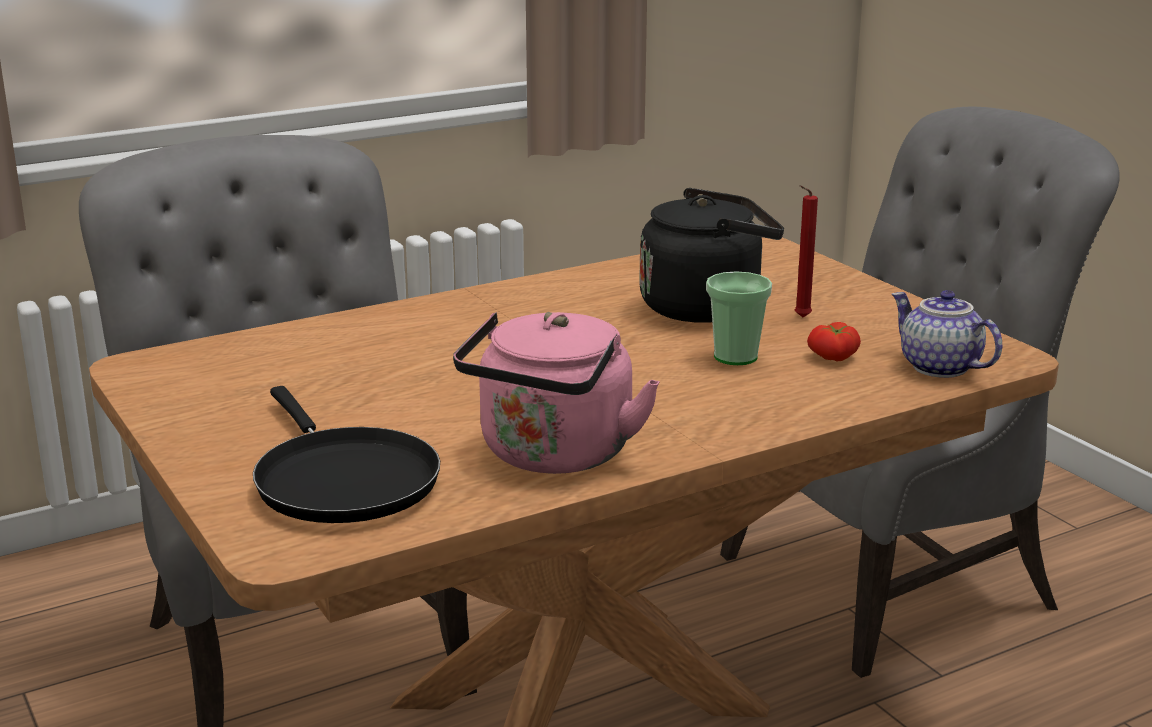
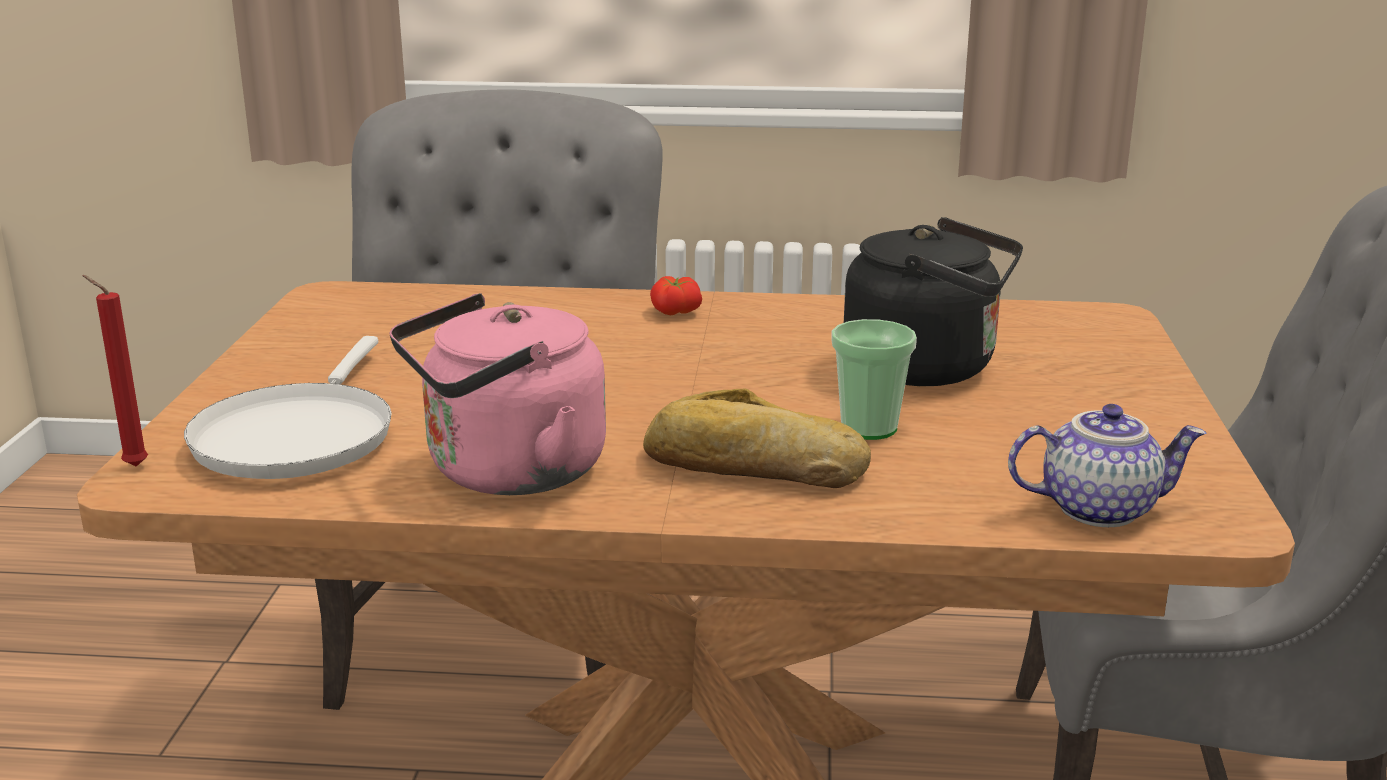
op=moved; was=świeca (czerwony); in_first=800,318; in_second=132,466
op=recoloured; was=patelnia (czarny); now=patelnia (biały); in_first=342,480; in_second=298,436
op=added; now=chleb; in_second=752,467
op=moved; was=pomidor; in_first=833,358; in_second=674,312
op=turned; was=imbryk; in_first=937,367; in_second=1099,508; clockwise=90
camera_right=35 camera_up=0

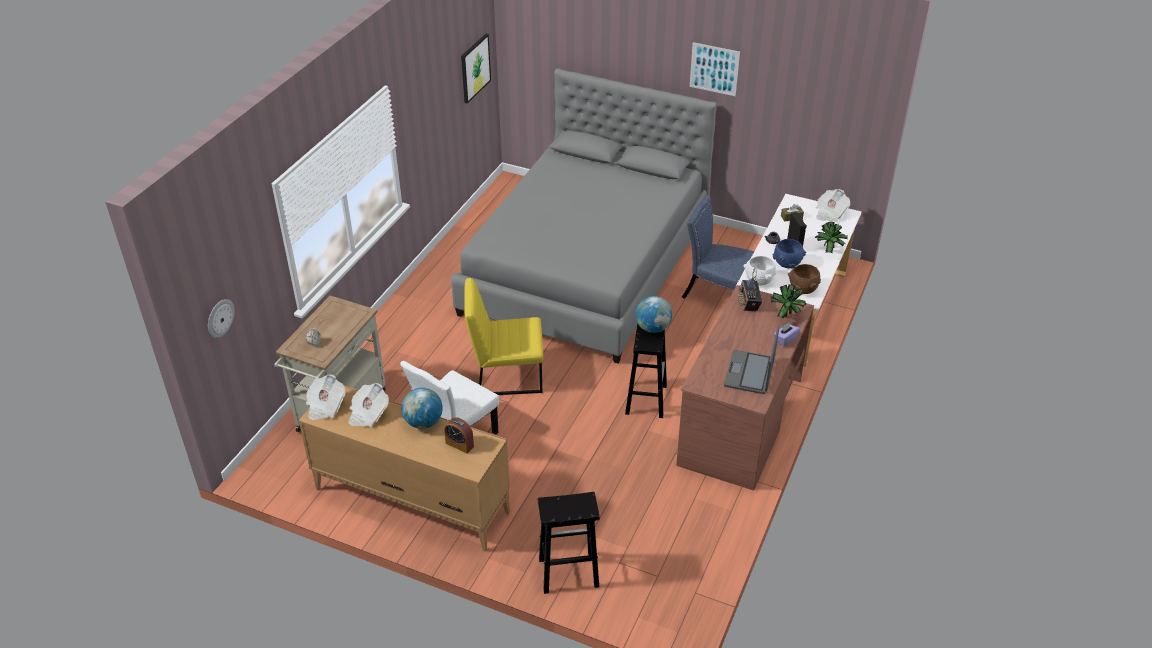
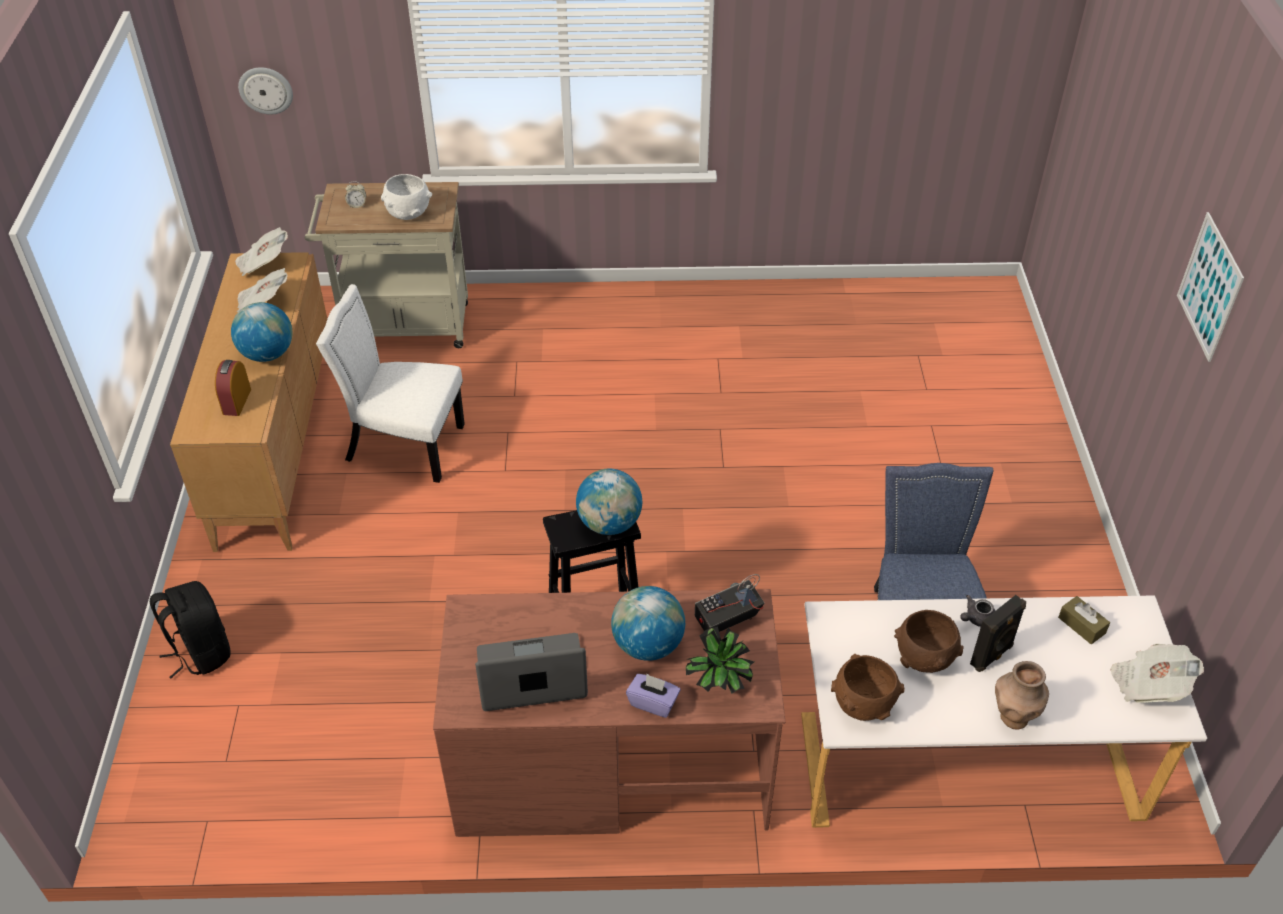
op=replaced; was=stołek (czarny); now=plecak (czarny); in_first=567,573; in_second=201,652
op=moved; was=miska (biały); in_first=759,281; in_second=408,214
op=added; now=globus; in_second=648,645
op=recoloured; was=miska (niebieski); now=miska (brązowy); in_first=787,264; in_second=925,658
op=replaced; was=roślina doniczkowa; now=wazon (brązowy); in_first=829,252; in_second=1014,717
op=removed; was=łóżko (szary); in_first=587,267
op=removed; was=obraz; in_first=475,68
op=removed; was=krzesło (żółty); in_first=506,375
camera_right=65 camera_up=5

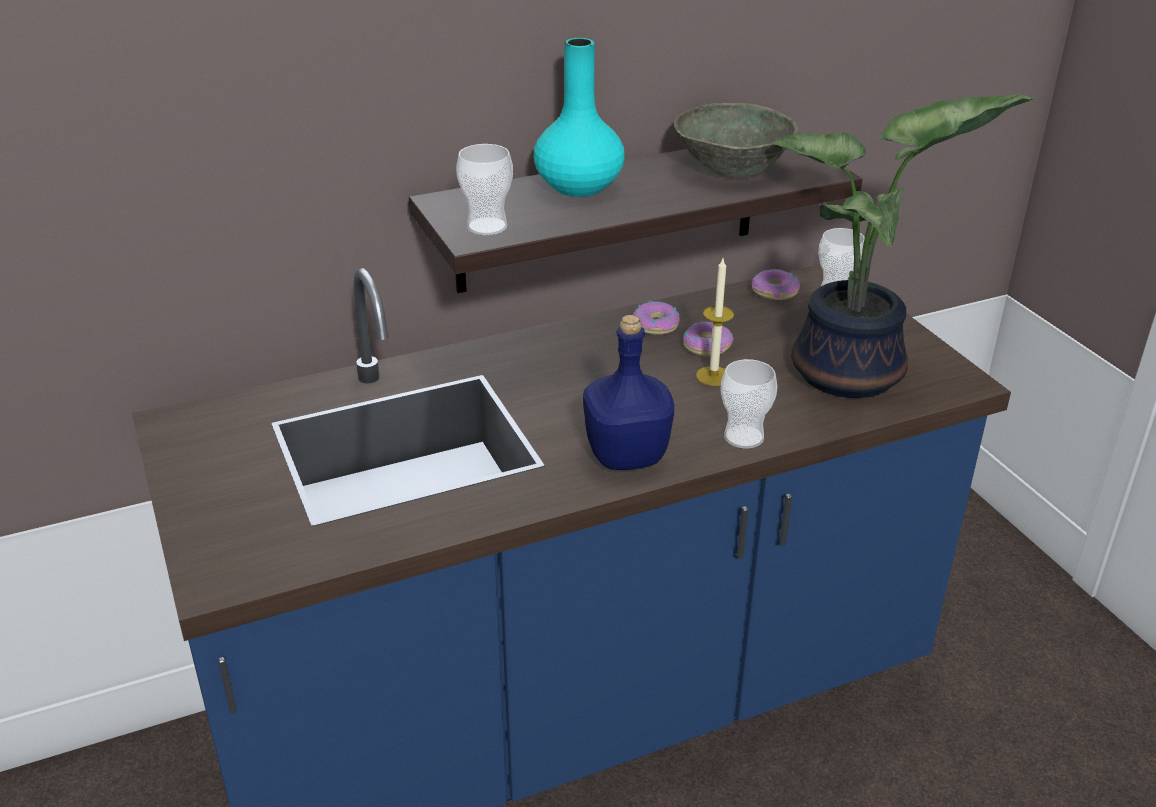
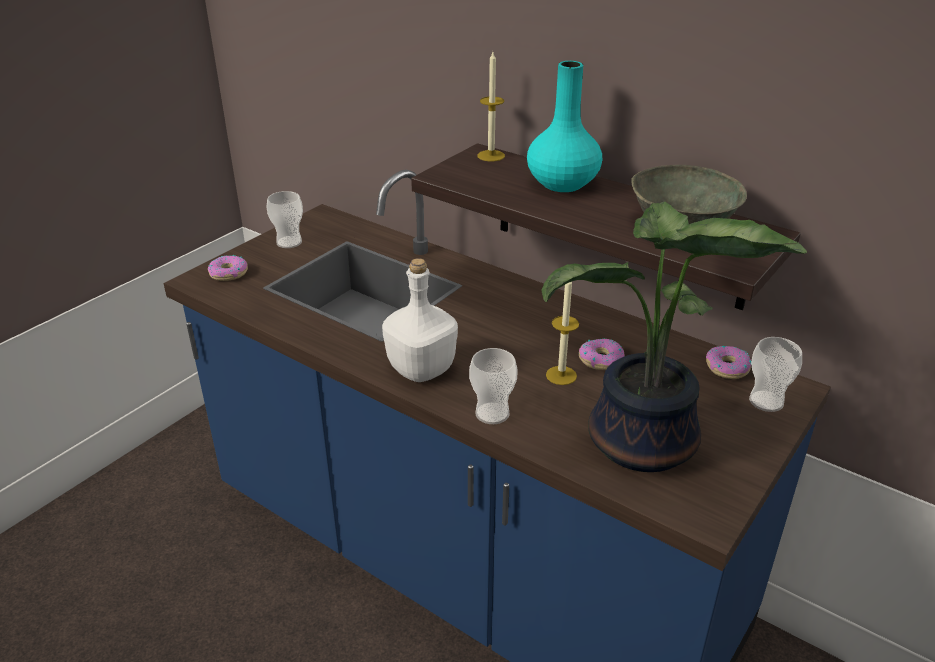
op=moved; was=donut; in_first=656,325; in_second=228,273
op=moved; was=filiżanka; in_first=487,226; in_second=289,242
op=recoloured; was=butelka (niebieski); now=butelka (biały); in_first=628,455; in_second=422,369
op=added; now=świeca; in_second=491,156
camera_right=60 camera_up=0

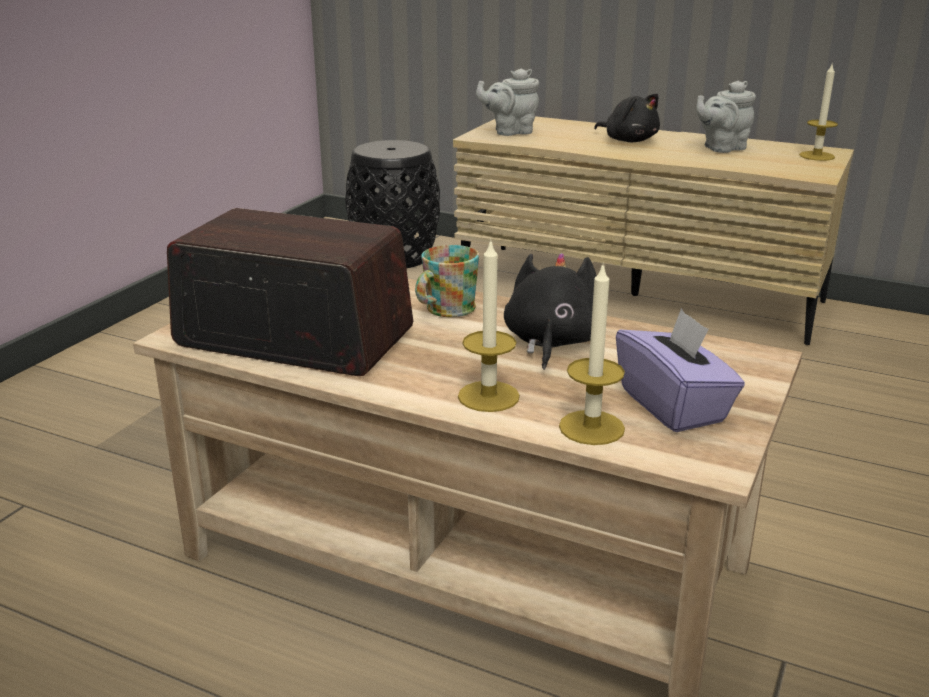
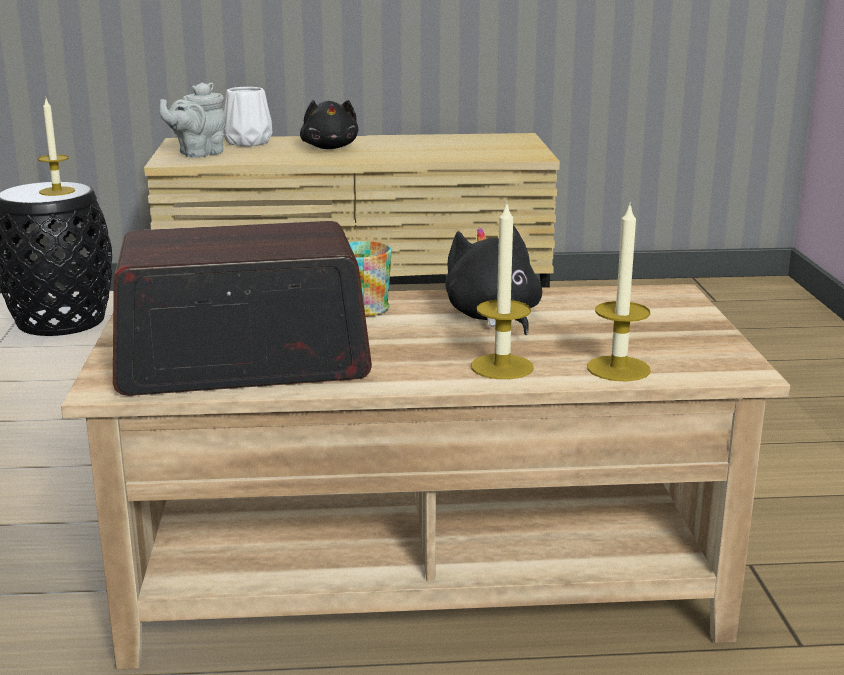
op=moved; was=świeca; in_first=816,156; in_second=57,191
op=added; now=wazon (biały); in_second=247,143
op=turned; was=pluszak (czarny); in_first=629,140; in_second=330,148; clockwise=60
op=removed; was=pudełko chusteczek (fioletowy); in_first=673,406
op=removed; was=imbryk (szary); in_first=722,148
camera_right=-30 camera_up=-5

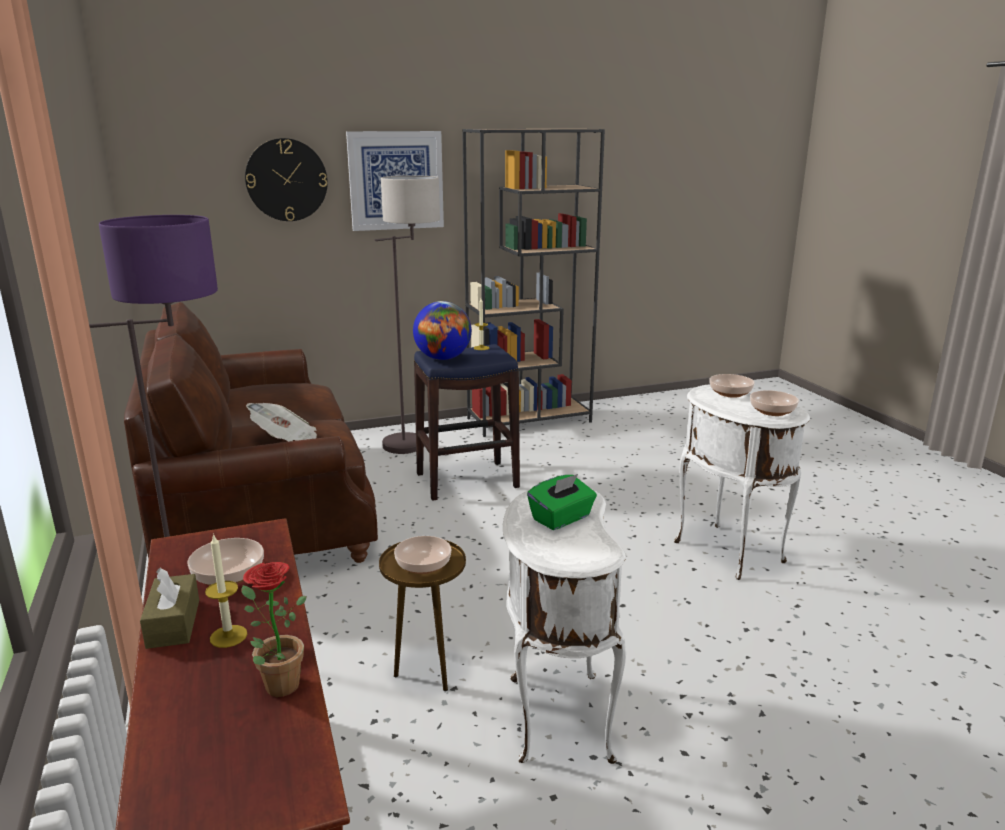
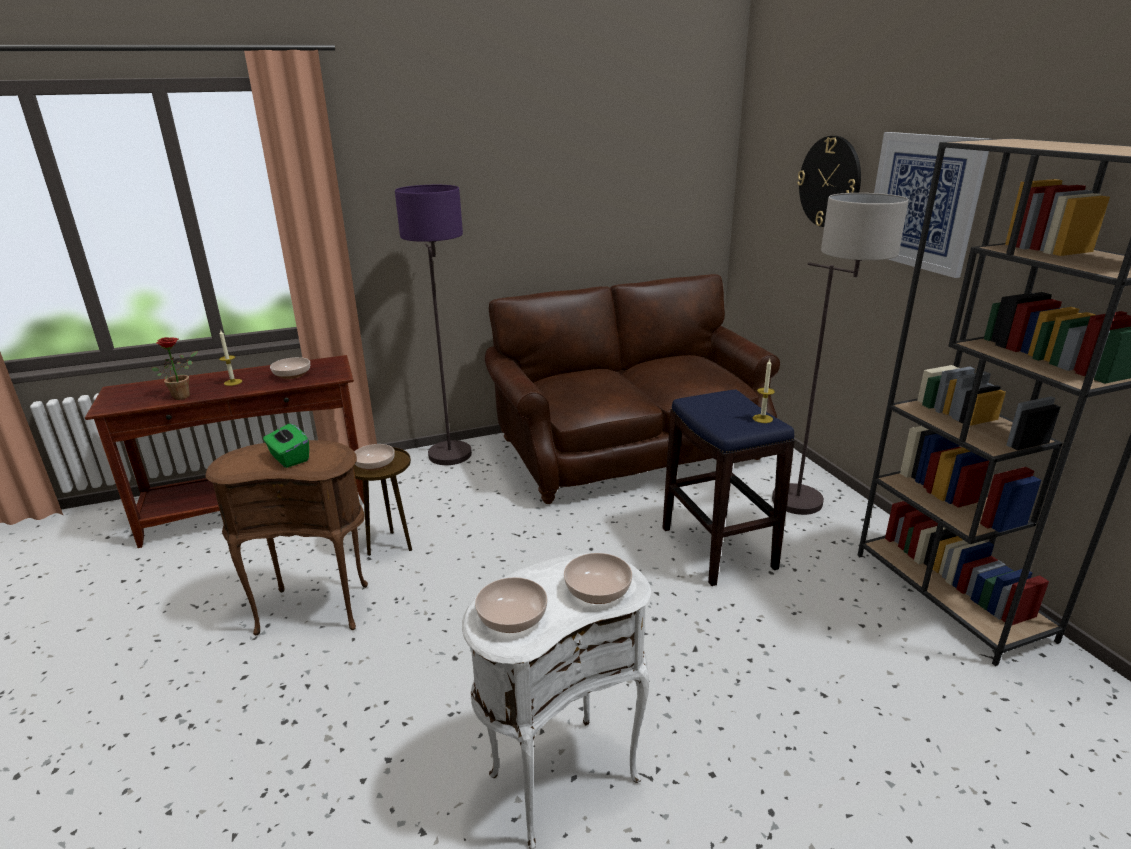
op=recoloured; was=stolik (biały); now=stolik (brązowy); in_first=554,718; in_second=316,607
op=removed; was=pudełko chusteczek (brązowy); in_first=173,623
op=removed; was=gazeta; in_first=287,441
op=removed; was=globus; in_first=443,358
camera_right=90 camera_up=5

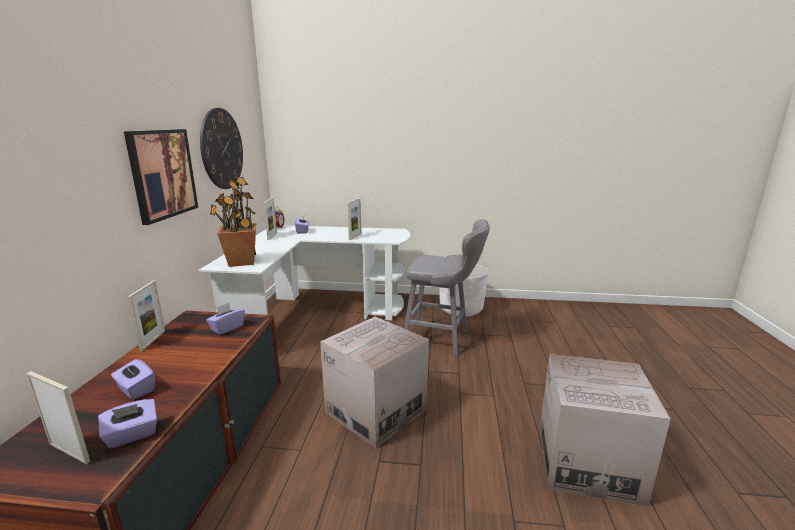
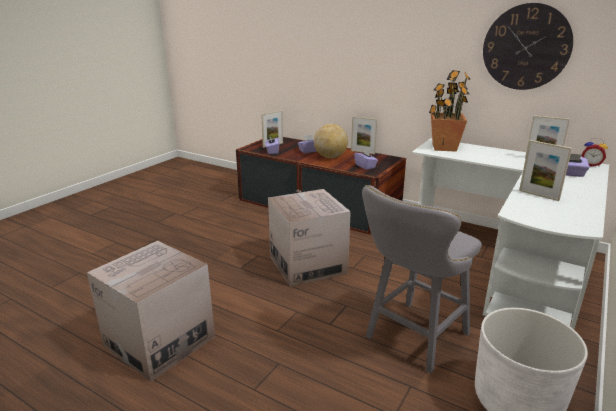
op=added; now=globus; in_second=330,157
op=removed; was=obraz; in_first=162,174
camera_right=115 camera_up=5

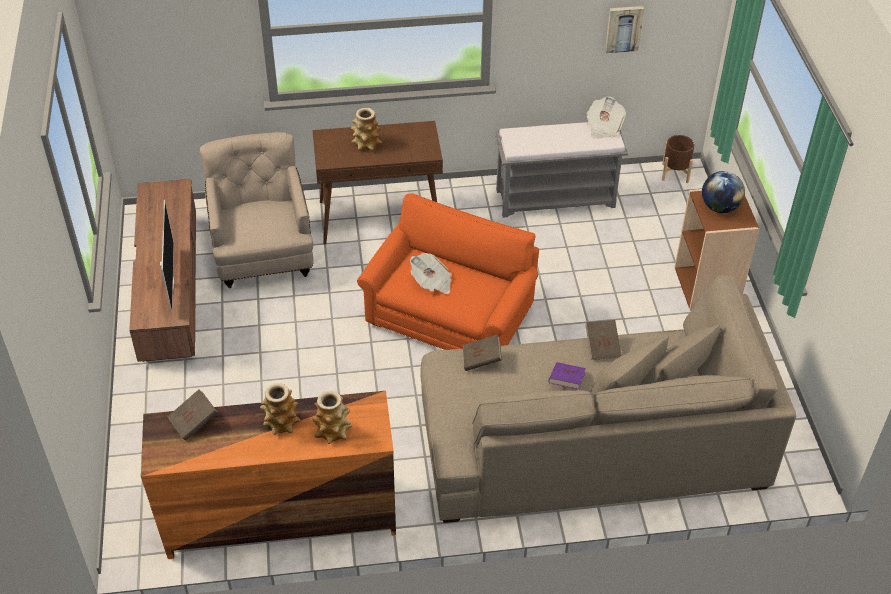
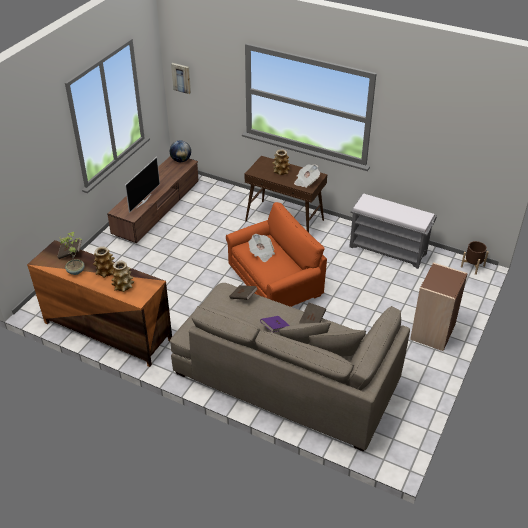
op=added; now=roślina doniczkowa; in_second=76,271
op=moved; was=globus; in_first=719,207; in_second=181,160
op=moved; was=obraz; in_first=623,28; in_second=181,78
op=moved; was=gazeta; in_first=603,127; in_second=306,181
op=removed; was=fotel (beżowy); in_first=262,251
camera_right=35 camera_up=-5

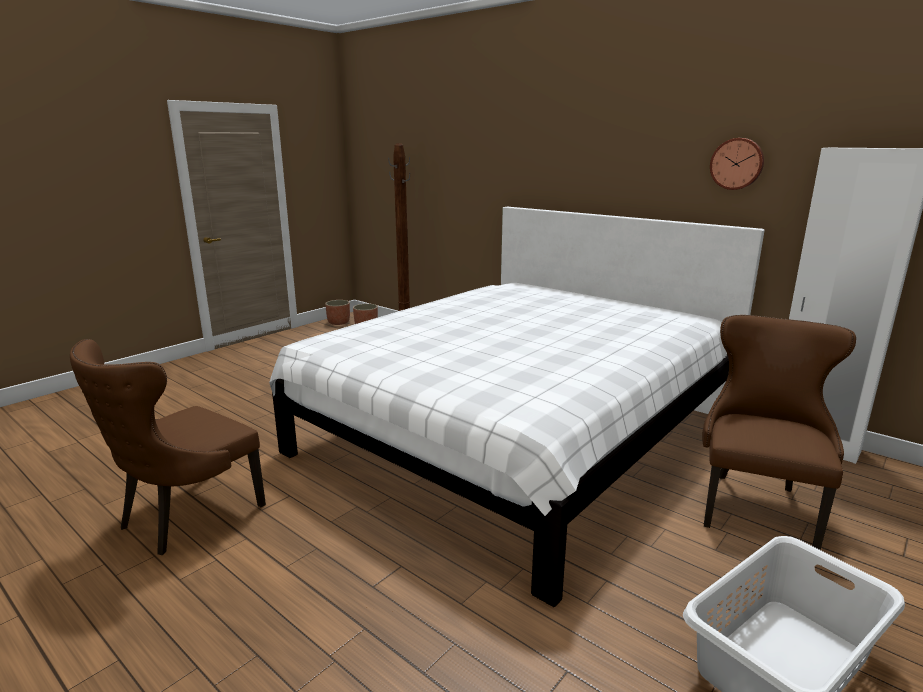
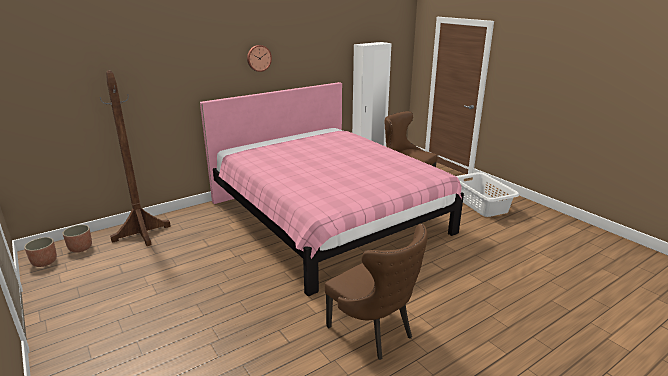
op=recoloured; was=łóżko (biały); now=łóżko (różowy); in_first=516,434; in_second=327,217
op=moved; was=zegar ścienny; in_first=737,164; in_second=258,58
camera_right=-75 camera_up=5

